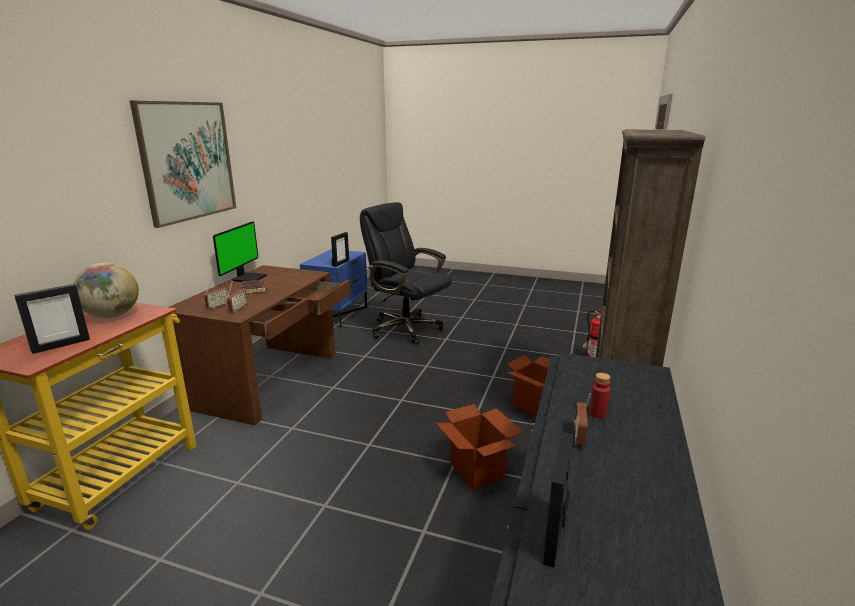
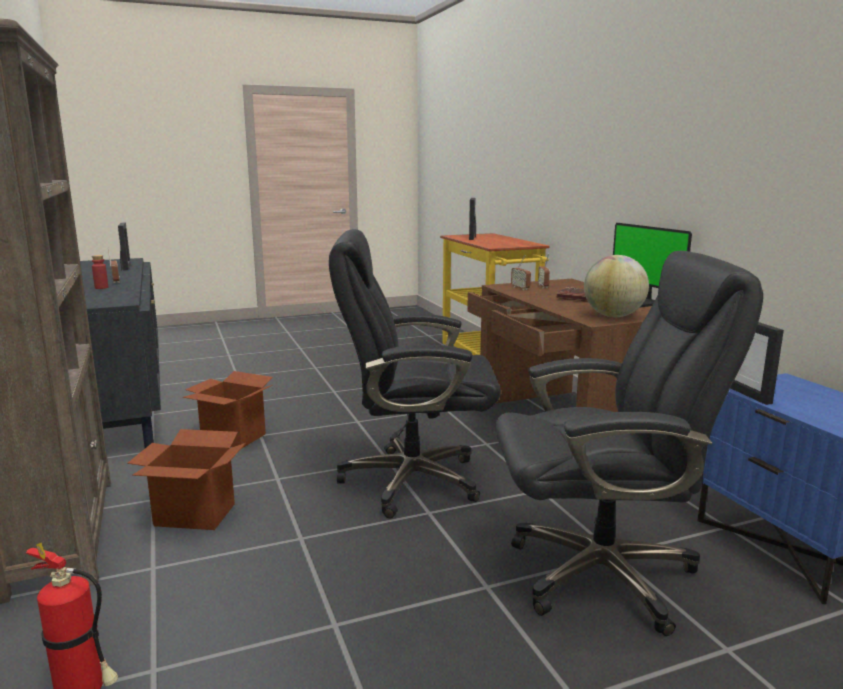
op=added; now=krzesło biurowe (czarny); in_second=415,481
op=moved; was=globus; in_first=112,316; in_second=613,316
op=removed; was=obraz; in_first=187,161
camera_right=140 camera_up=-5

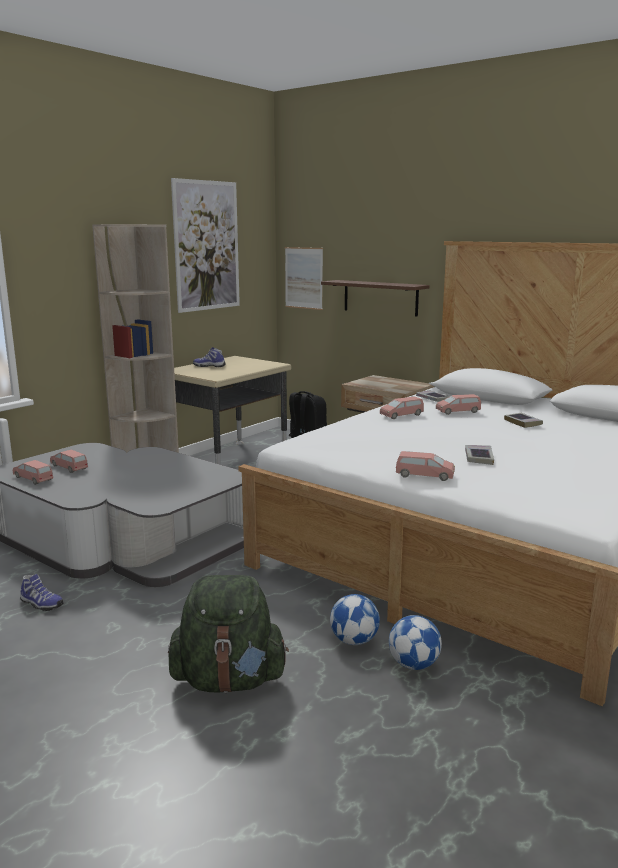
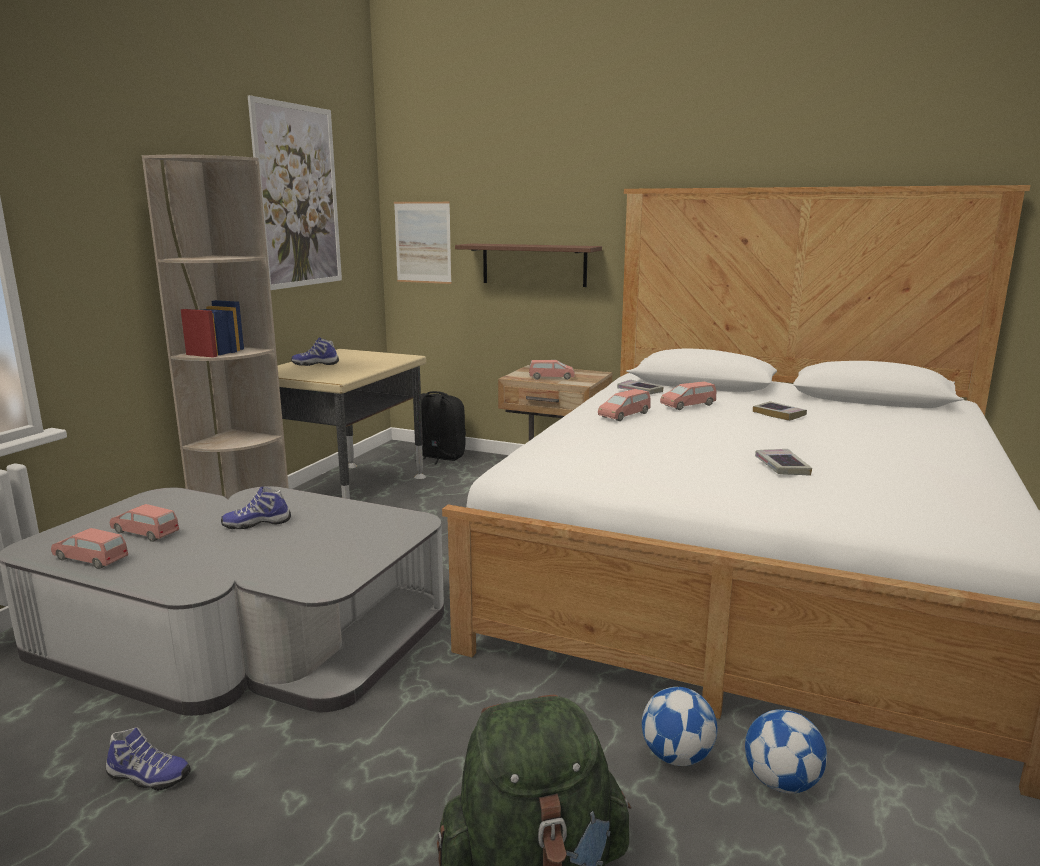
op=added; now=but; in_second=257,523
op=moved; was=samochodzik (różowy); in_first=424,475; in_second=551,377
camera_right=-15 camera_up=0

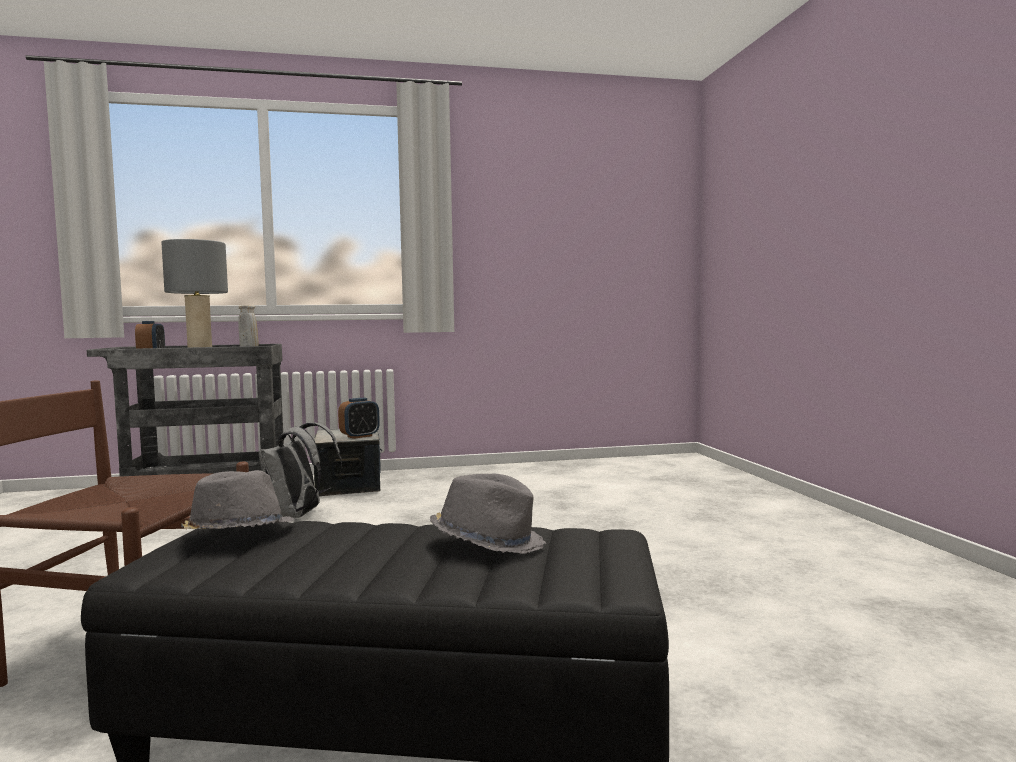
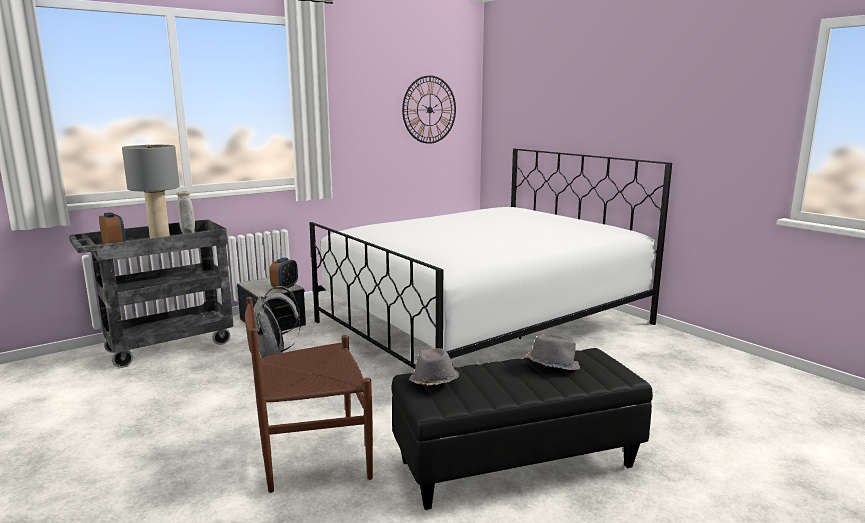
op=added; now=łóżko (biały); in_second=485,322
op=added; now=zegar ścienny; in_second=429,109
camera_right=-25 camera_up=10

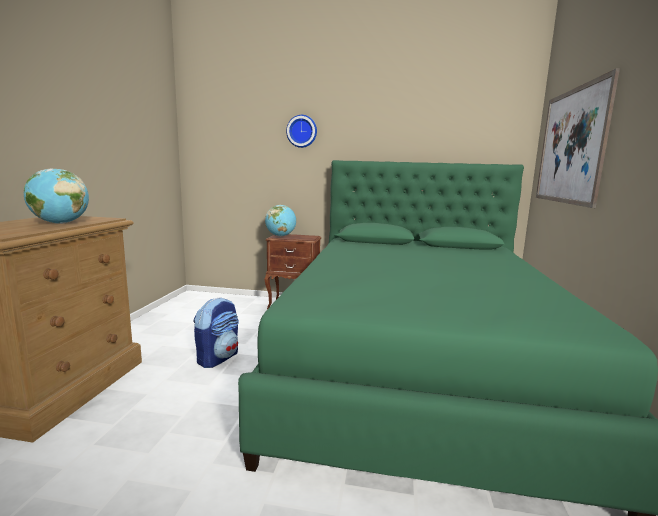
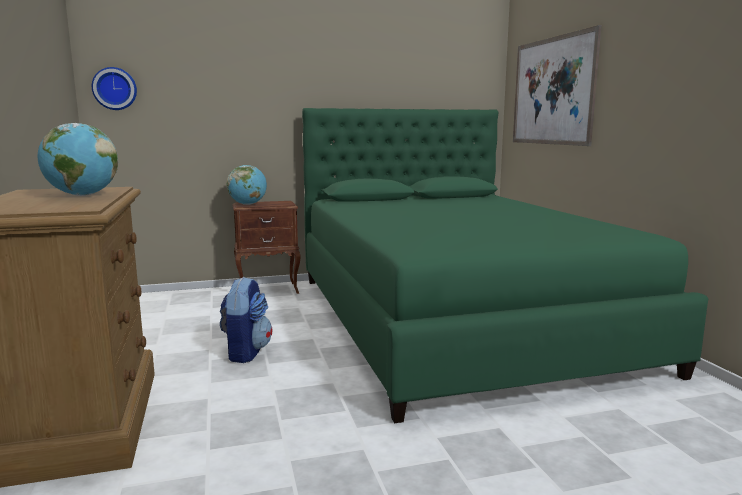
op=moved; was=zegar ścienny; in_first=302,131; in_second=115,89
camera_right=-25 camera_up=0

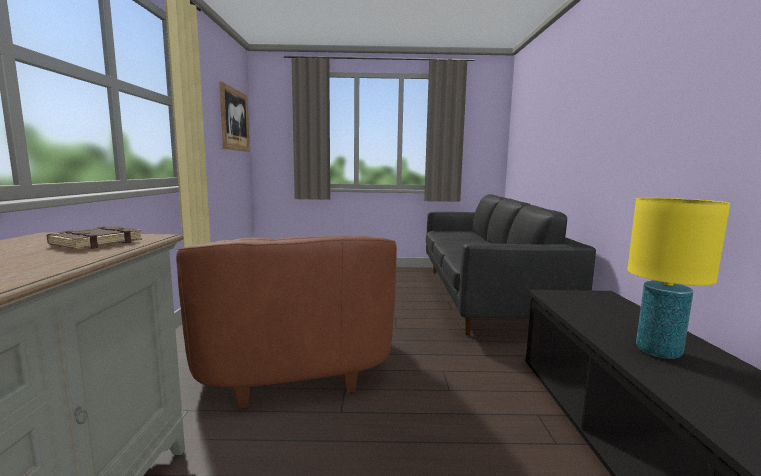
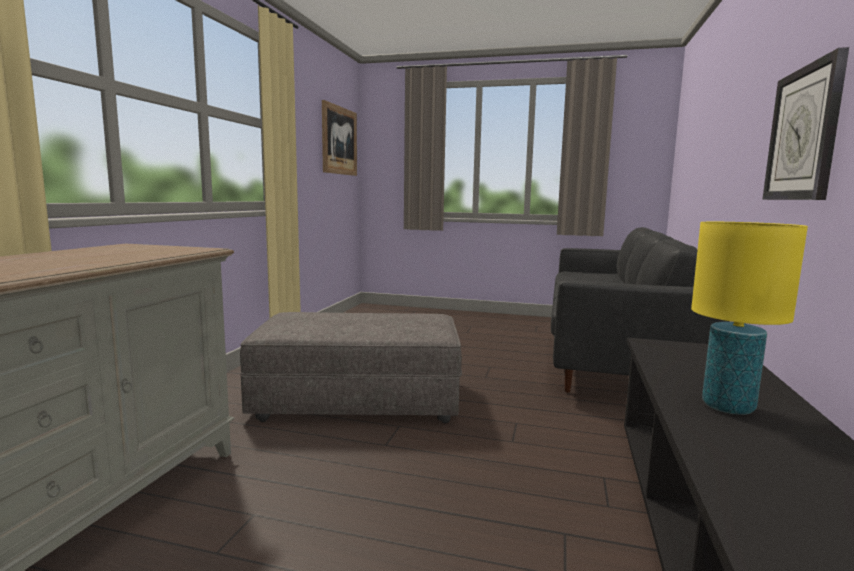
op=replaced; was=fotel (brązowy); now=pufa (szary); in_first=294,365; in_second=358,399
op=added; now=zegar ścienny; in_second=804,134
op=removed; was=książka (brązowy); in_first=97,243
camera_right=15 camera_up=0

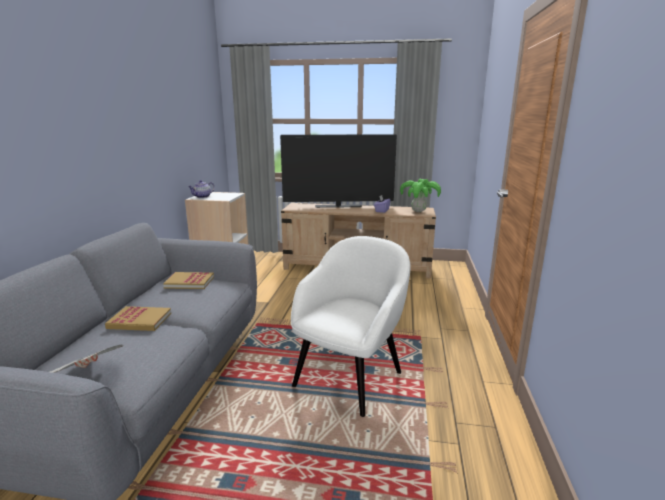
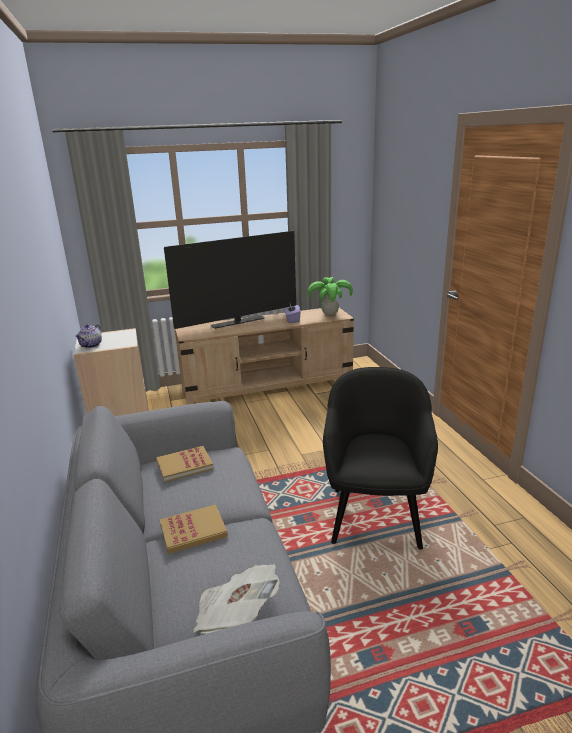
op=recoloured; was=fotel (biały); now=fotel (czarny); in_first=349,377; in_second=375,515
camera_right=-25 camera_up=5

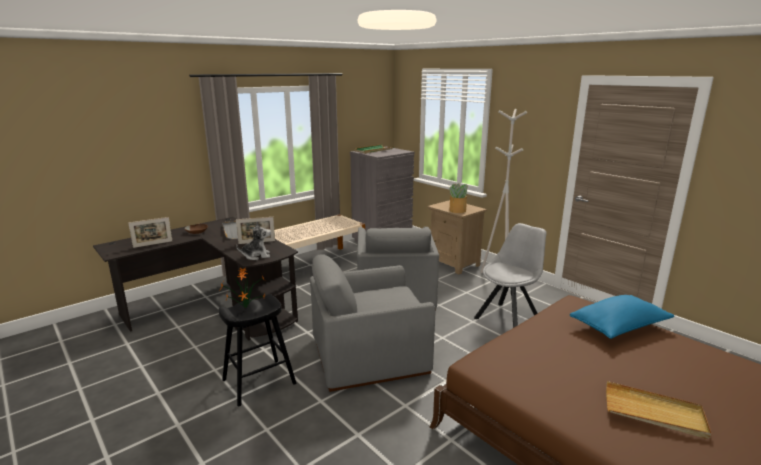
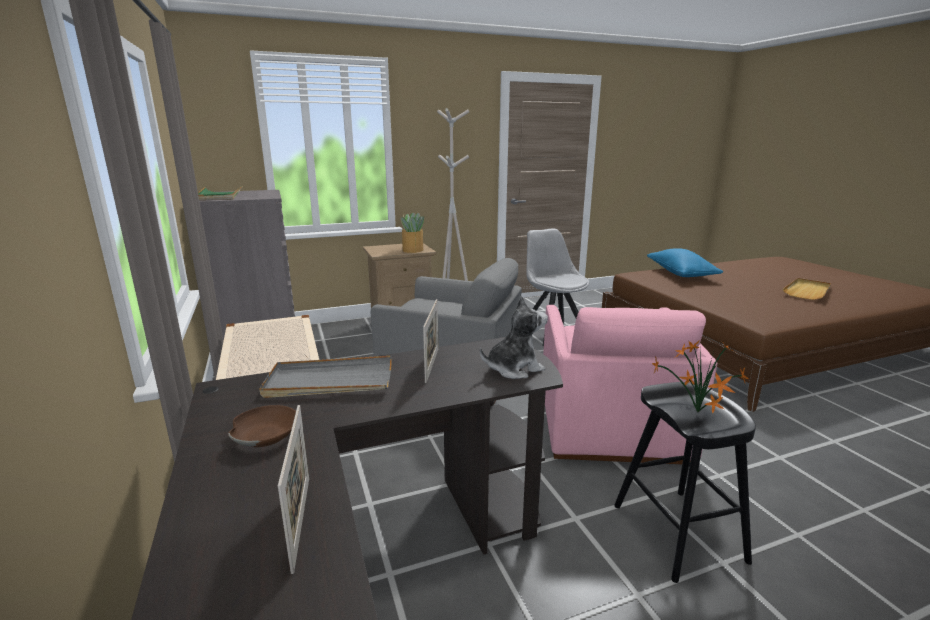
op=turned; was=pluszak; in_first=256,256; in_second=514,368; clockwise=60
op=recoloured; was=fotel (szary); now=fotel (różowy); in_first=369,354; in_second=608,421
camera_right=-70 camera_up=0

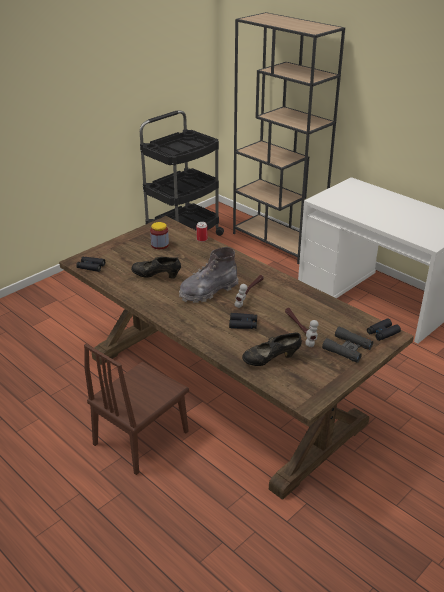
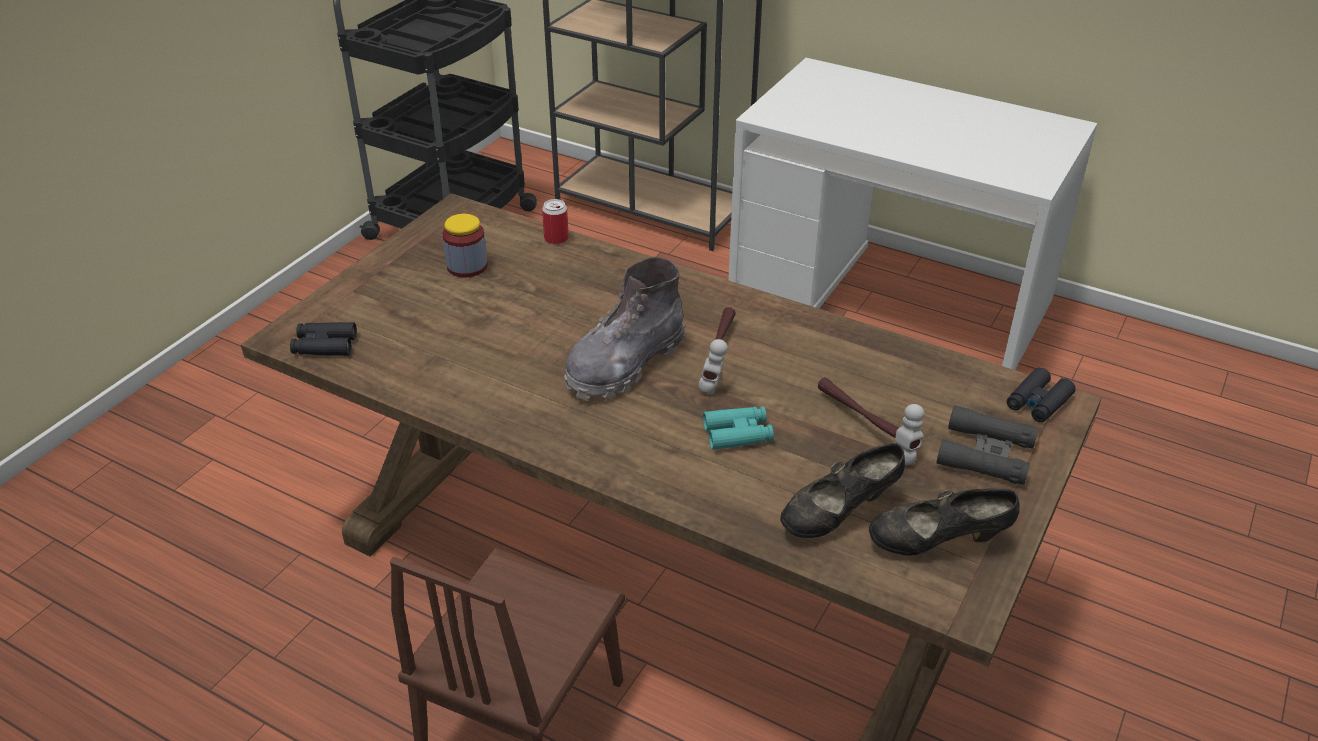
op=recoloured; was=lornetka (czarny); now=lornetka (turkusowy); in_first=243,324; in_second=738,434
op=moved; was=but (czarny); in_first=156,276; in_second=937,543
camera_right=-15 camera_up=5

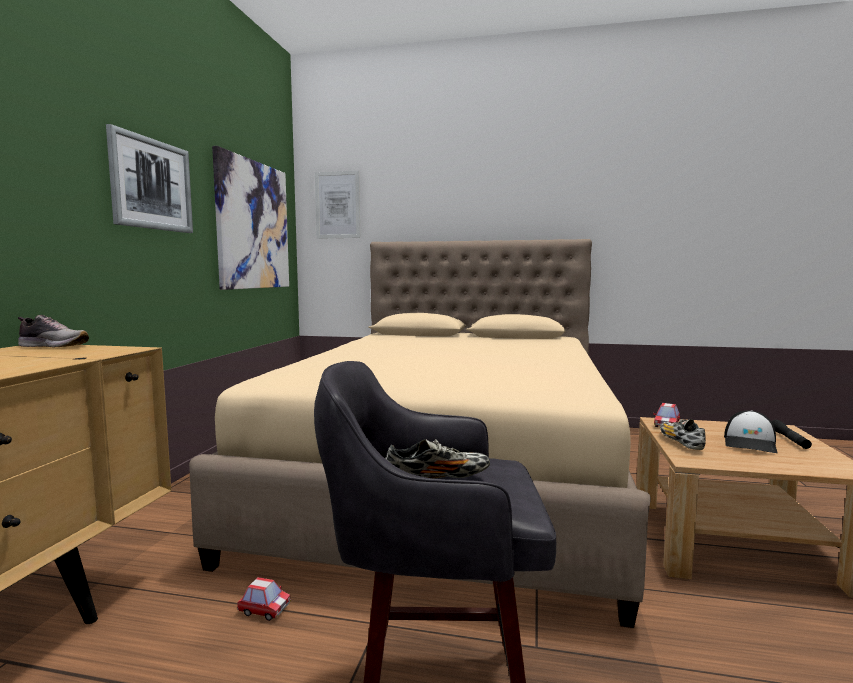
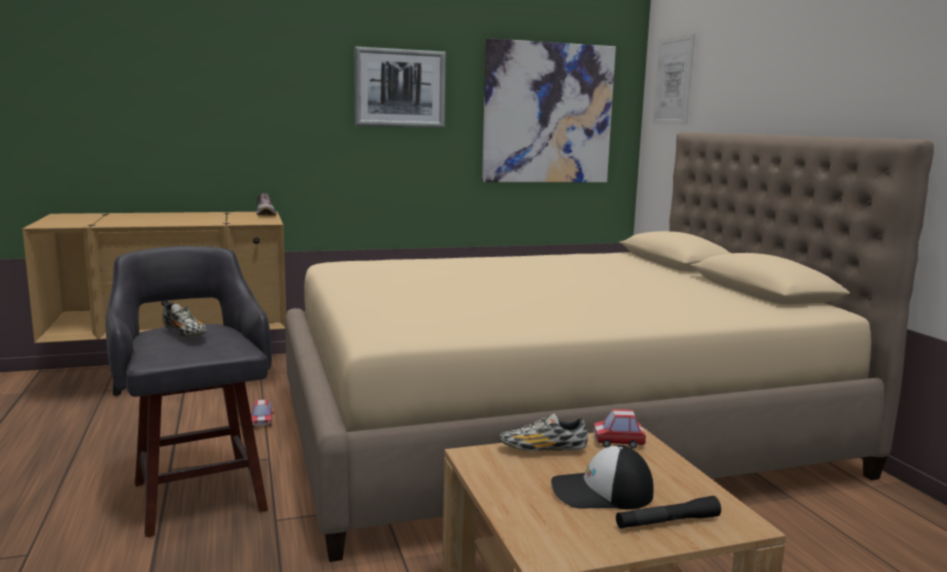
op=turned; was=but; in_first=680,442; in_second=543,450; clockwise=-150
camera_right=60 camera_up=5

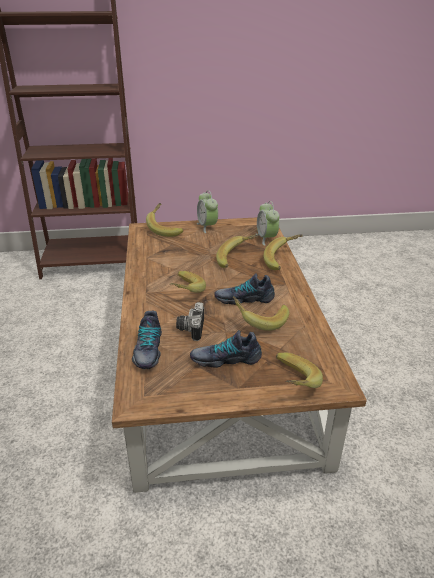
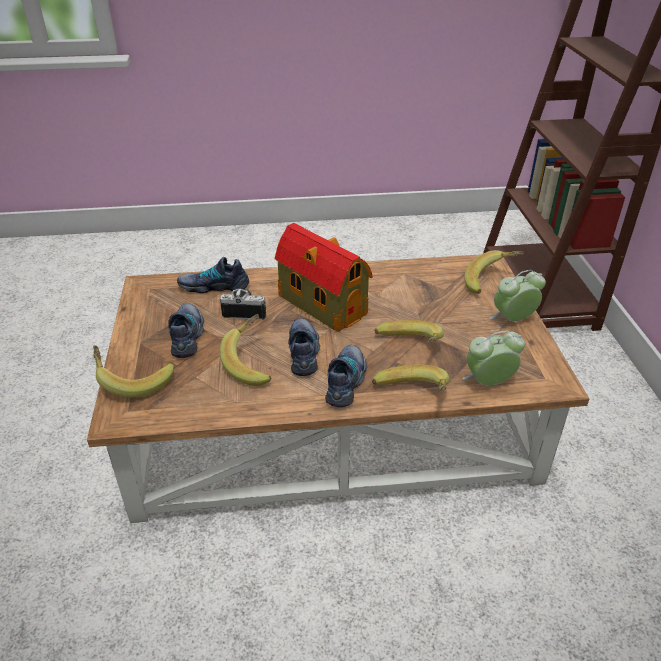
op=replaced; was=banan; now=domek; in_first=183,292; in_second=321,303
op=added; now=but; in_second=346,381
camera_right=90 camera_up=5

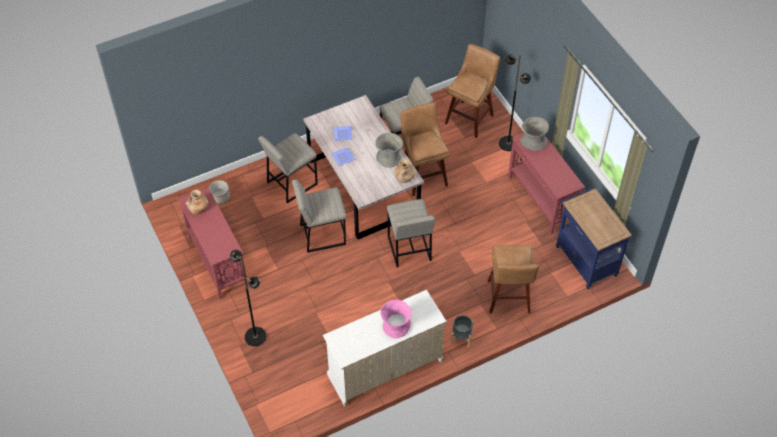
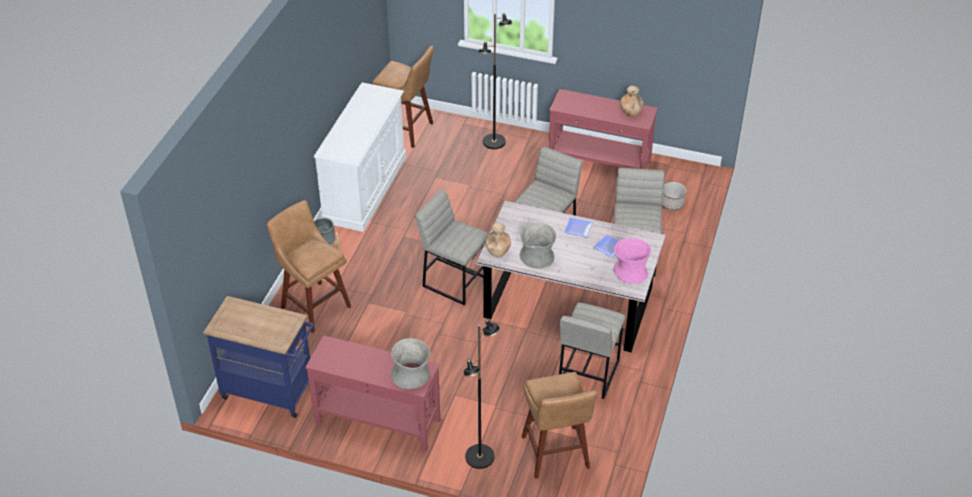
op=moved; was=stołek (brązowy); in_first=423,176; in_second=406,130
op=moved; was=wazon (różowy); in_first=396,326; in_second=630,272
camera_right=135 camera_up=-10

